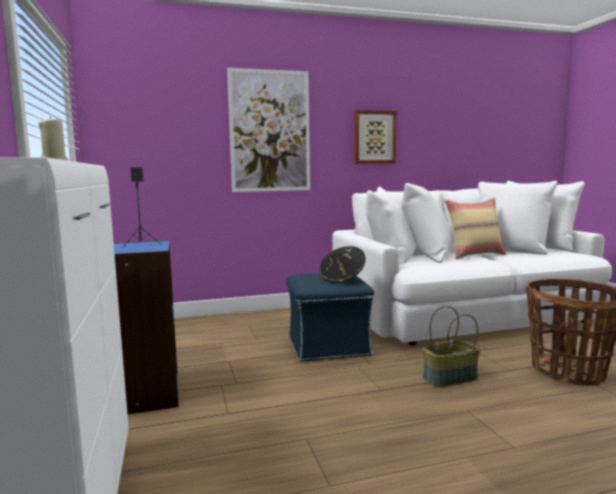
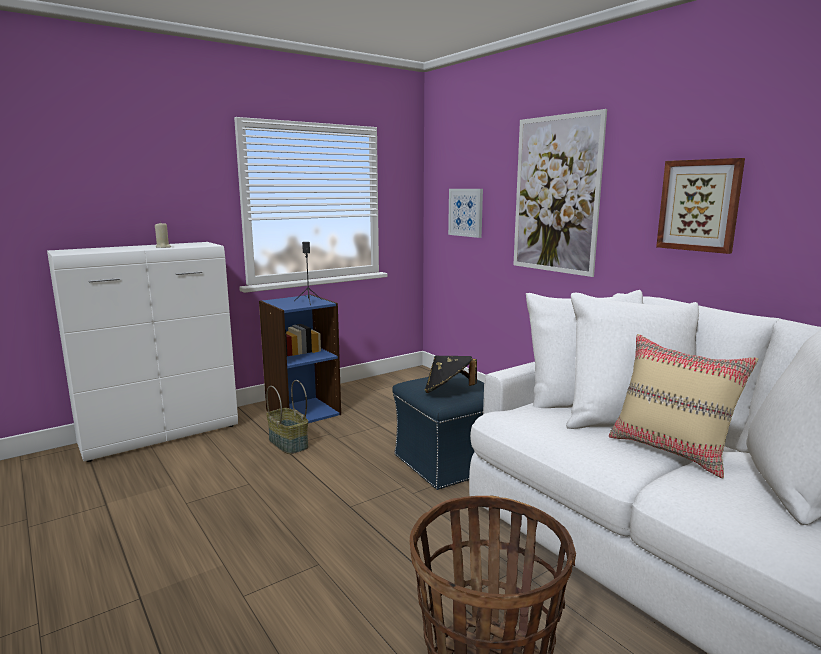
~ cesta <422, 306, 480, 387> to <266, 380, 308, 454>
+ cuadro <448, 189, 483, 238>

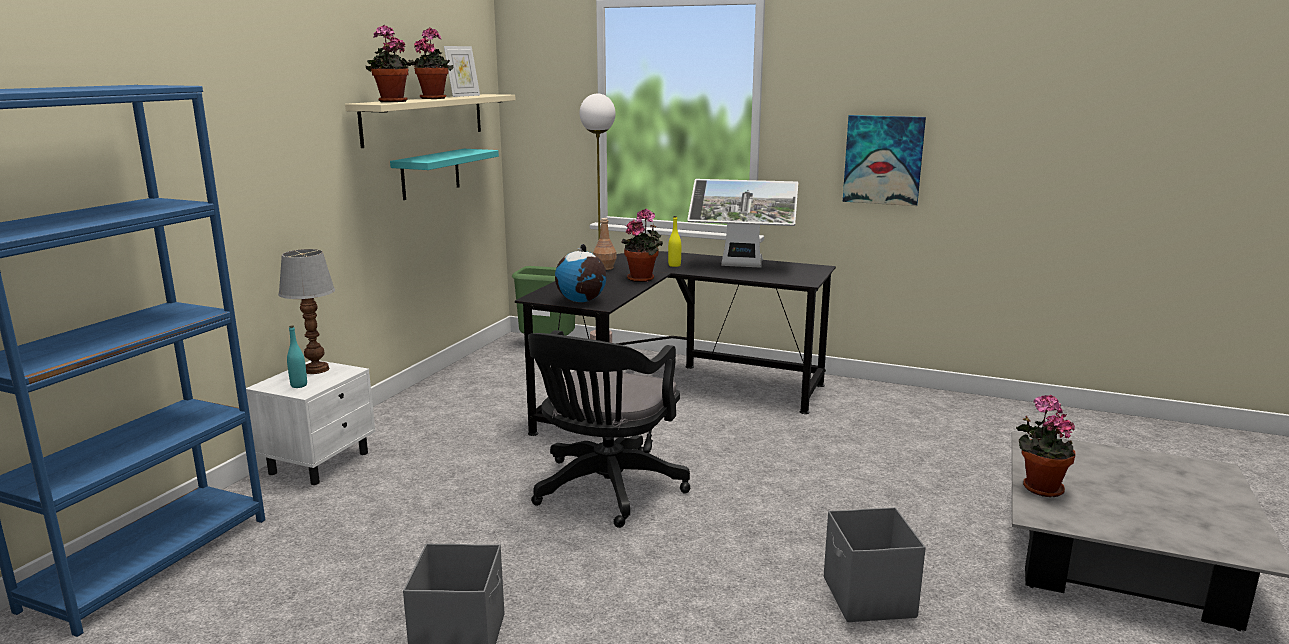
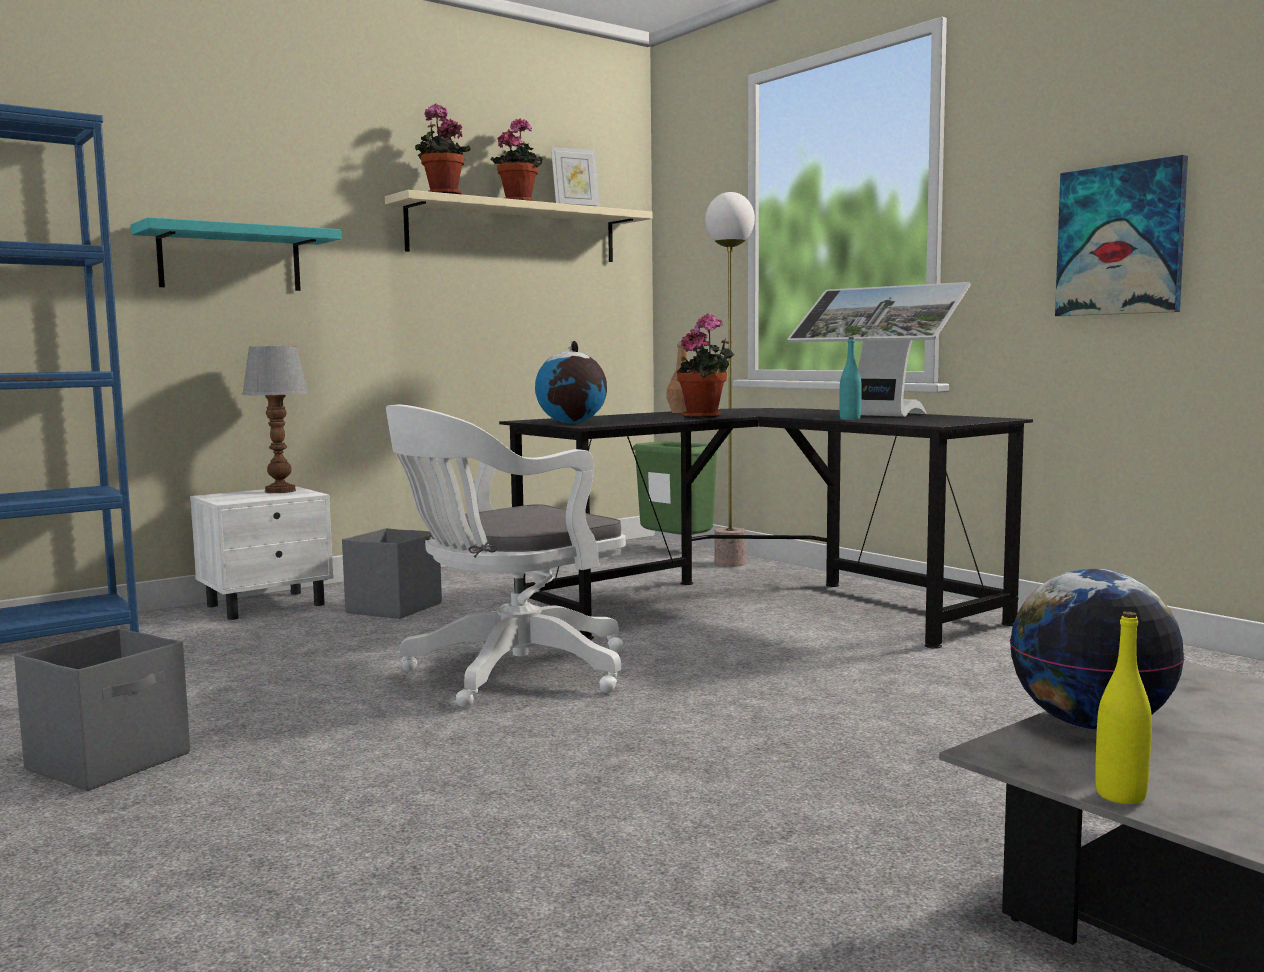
~ estante [turquesa] <390, 149, 499, 200> to <131, 217, 341, 291>
~ caja de almacenaje [gris] <824, 507, 926, 622> to <342, 528, 442, 619>
~ silla de oficina [negro] <528, 330, 691, 528> to silla de oficina [blanco] <386, 405, 626, 708>
~ botella [turquesa] <287, 325, 307, 388> to <840, 337, 862, 420>
~ planta en maceta <1016, 395, 1076, 497> to globo terráqueo <1010, 569, 1185, 729>
~ botella [amarillo] <668, 216, 681, 267> to <1095, 612, 1152, 804>

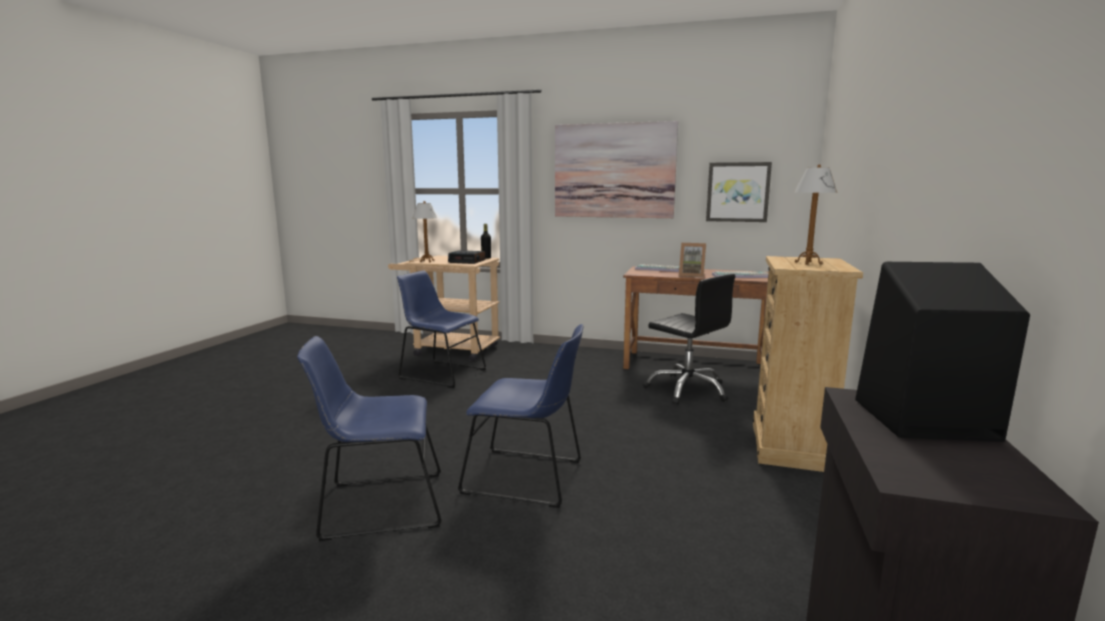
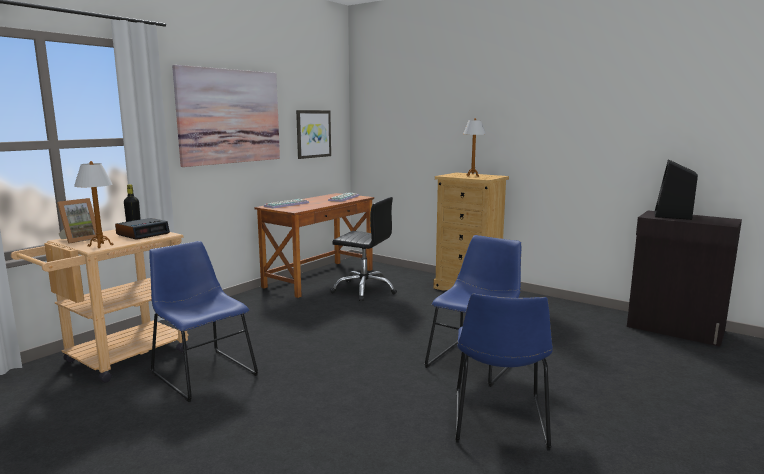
~ portarretratos <679, 243, 706, 278> to <57, 198, 96, 244>
~ silla [azul] <397, 270, 486, 388> = <149, 241, 258, 402> 90 degrees clockwise
~ silla de oficina [negro] <643, 274, 735, 404> = <330, 197, 397, 301> 45 degrees clockwise

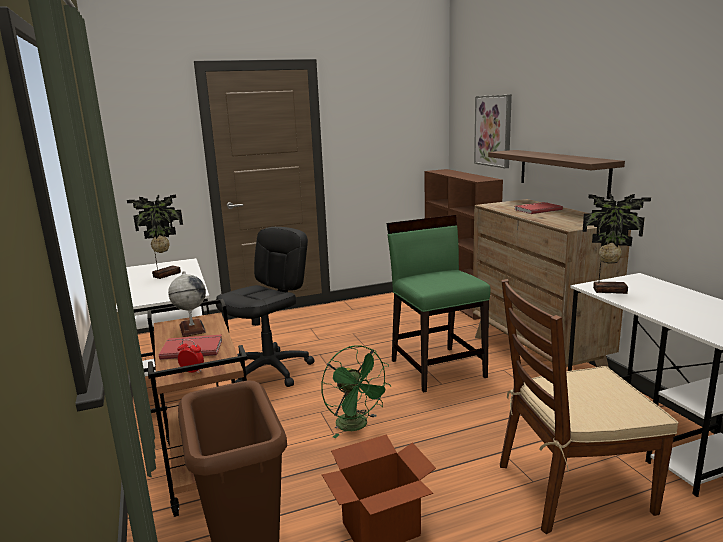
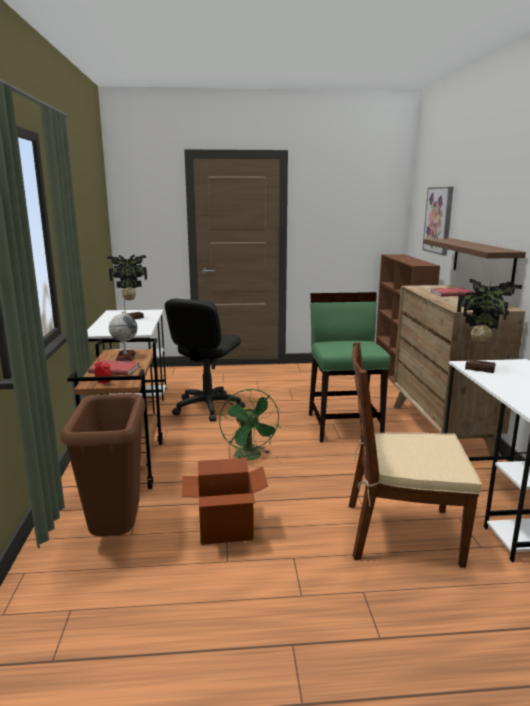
~ silla de oficina [negro] <216, 227, 315, 387> = <165, 299, 245, 422> 150 degrees clockwise

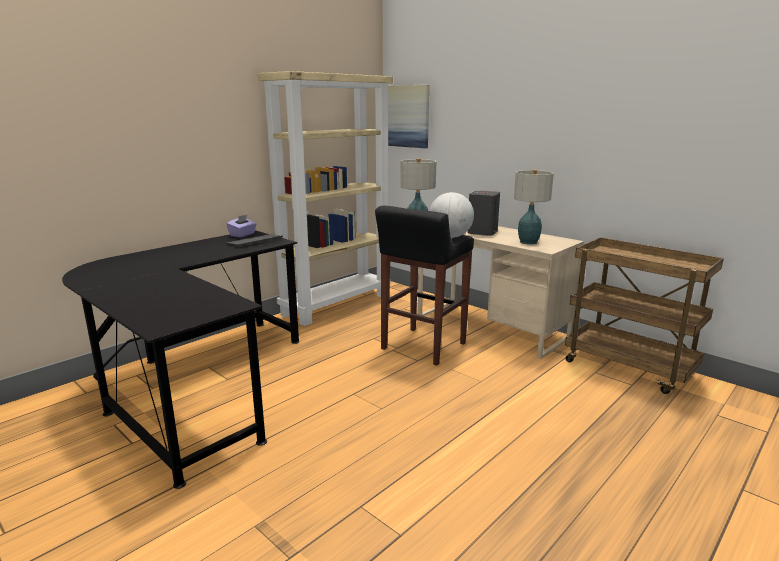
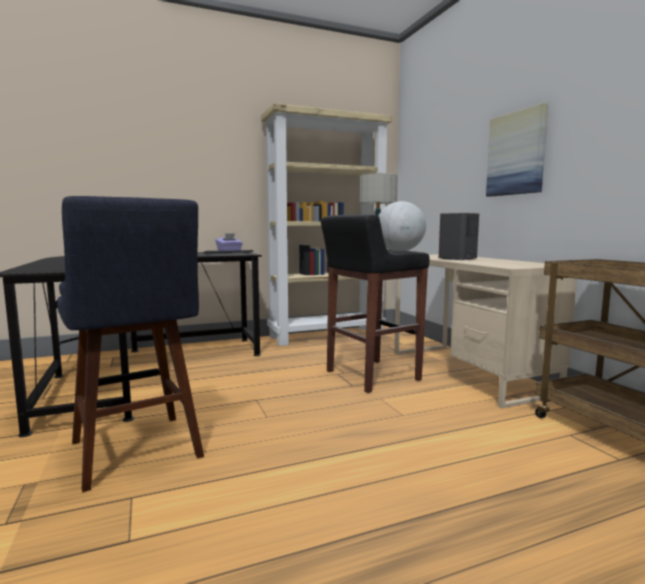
+ taburete [azul] <57, 196, 204, 492>
~ cuadro <388, 85, 429, 148> to <486, 103, 548, 197>
- lámpara de mesa <514, 169, 554, 245>

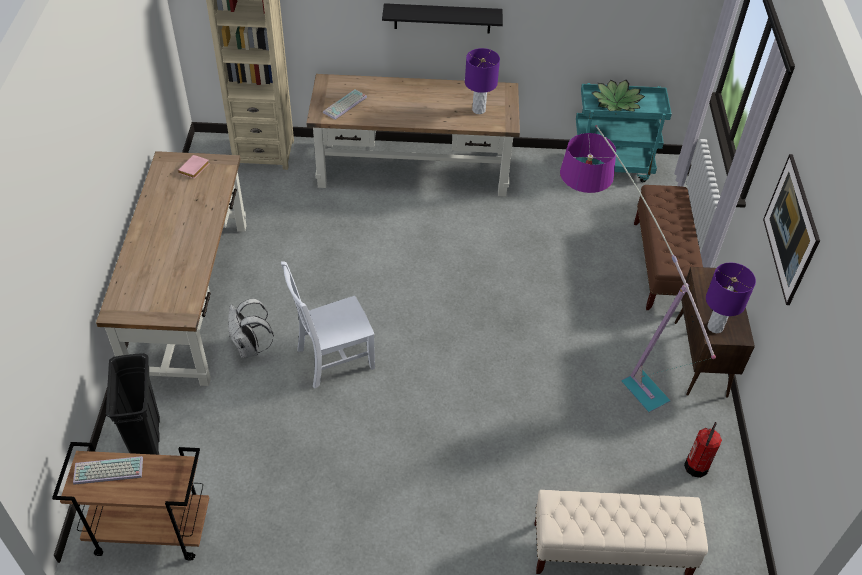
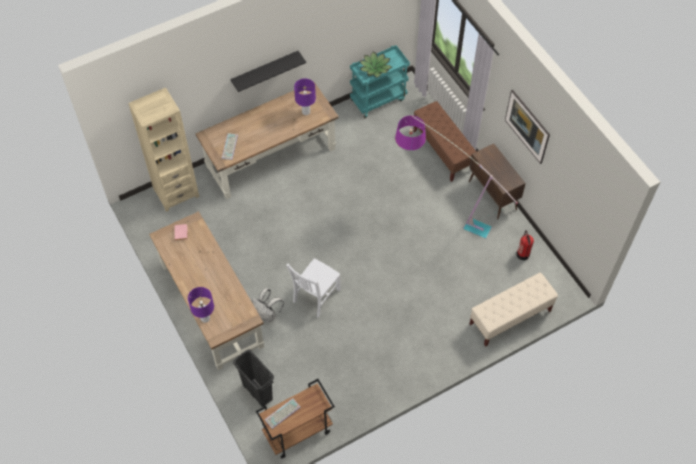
~ lámpara de mesa [morado] <706, 263, 756, 333> to <188, 287, 214, 323>

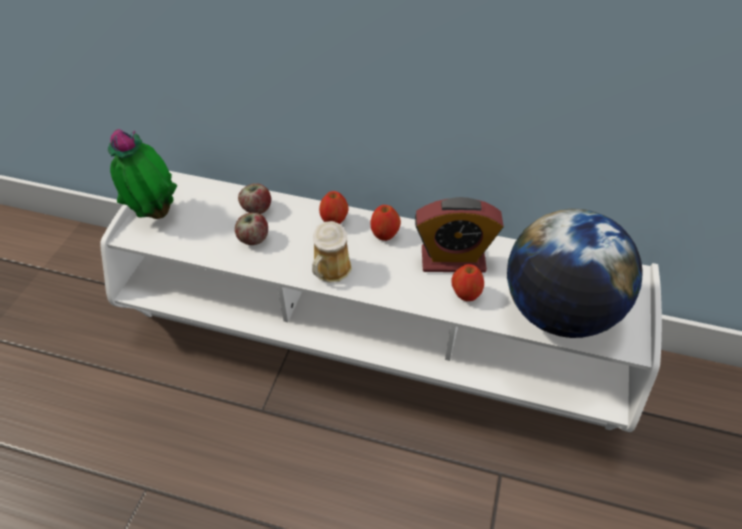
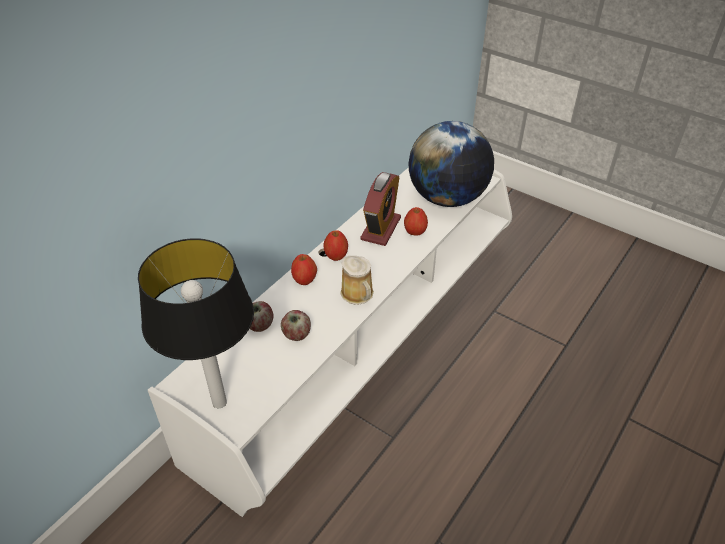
~ planta en maceta <108, 129, 177, 219> to lámpara de mesa <138, 238, 254, 408>

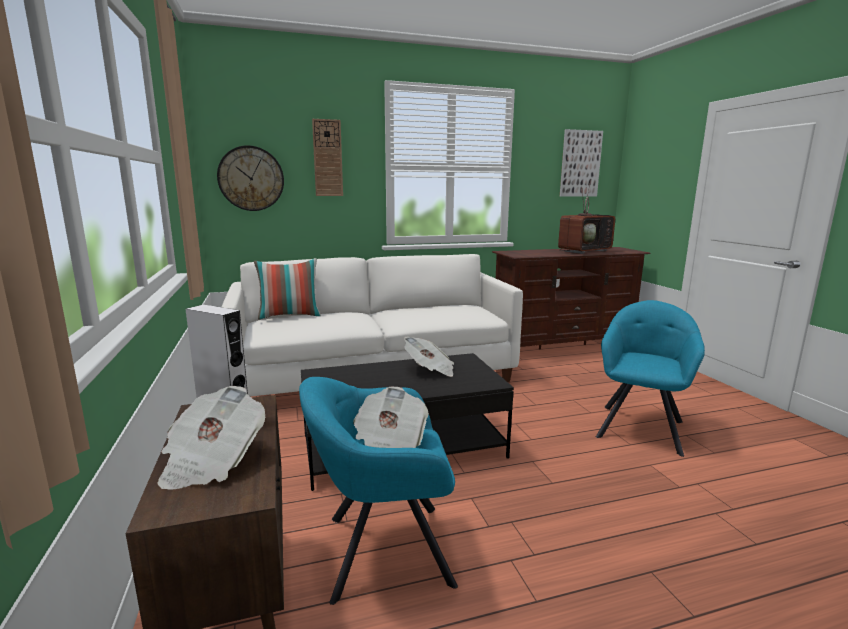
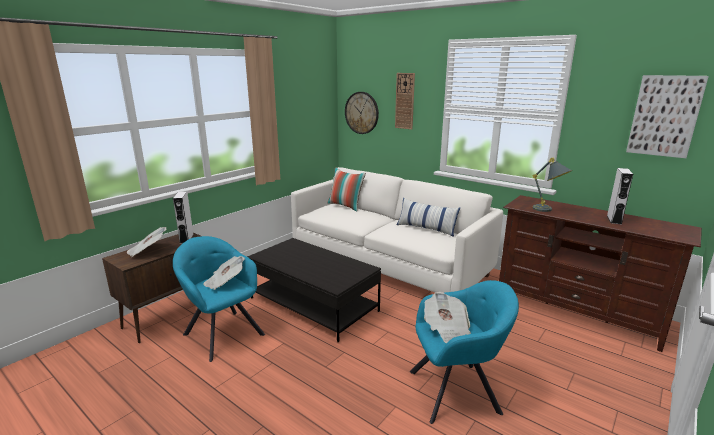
+ cojín <397, 198, 460, 237>
~ periódico <404, 337, 454, 377> to <424, 292, 471, 343>
+ lámpara de mesa [gris] <533, 157, 573, 212>
~ televisor <558, 184, 615, 254> to altavoz [blanco] <607, 168, 633, 225>

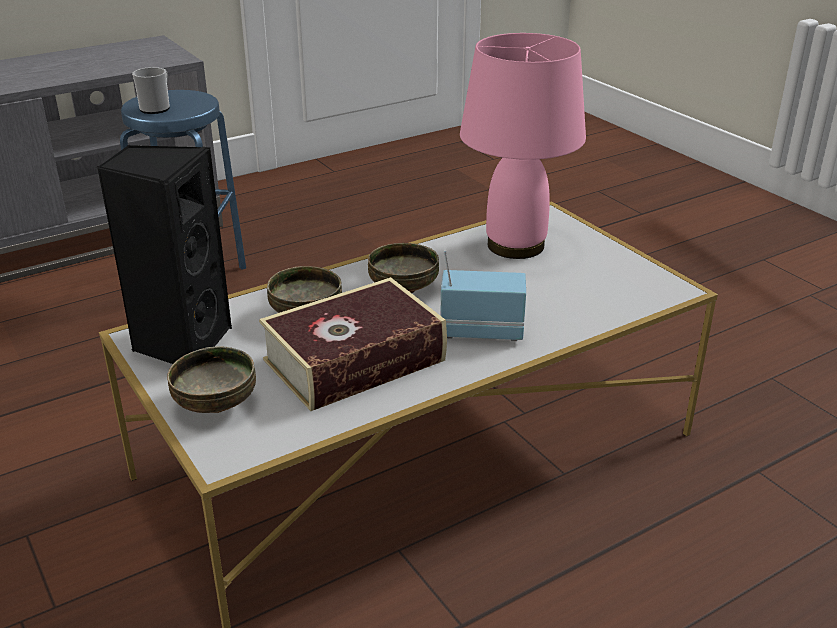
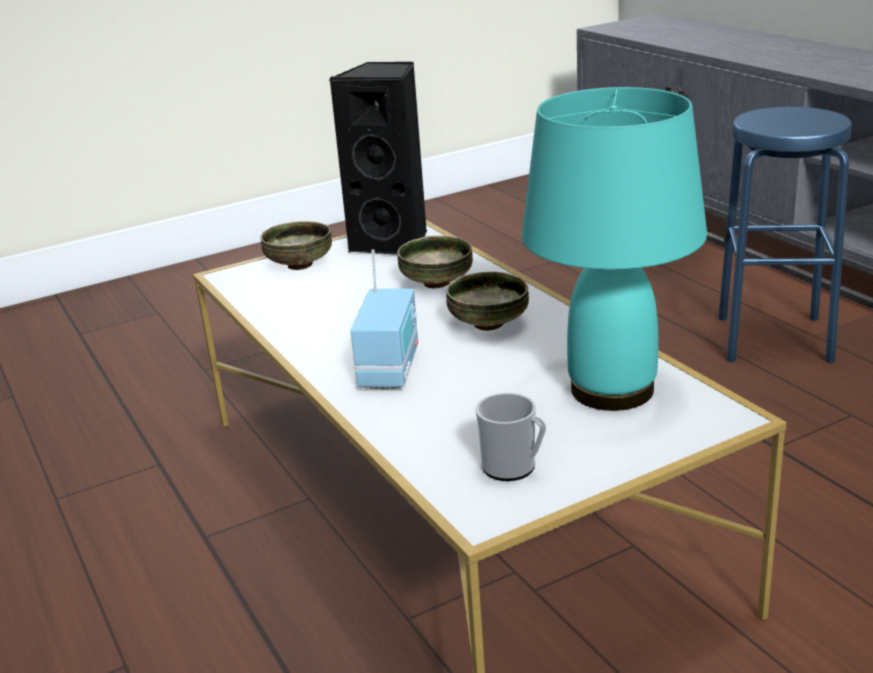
~ taza grande <132, 67, 170, 114> to <475, 393, 546, 481>
~ lámpara de mesa [rosa] <460, 33, 586, 259> to lámpara de mesa [turquesa] <521, 87, 707, 411>
- libro <259, 277, 447, 411>

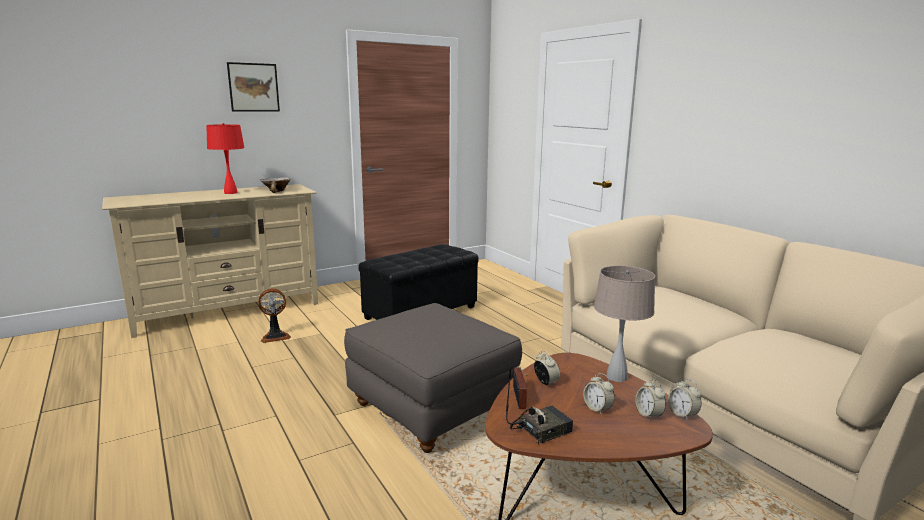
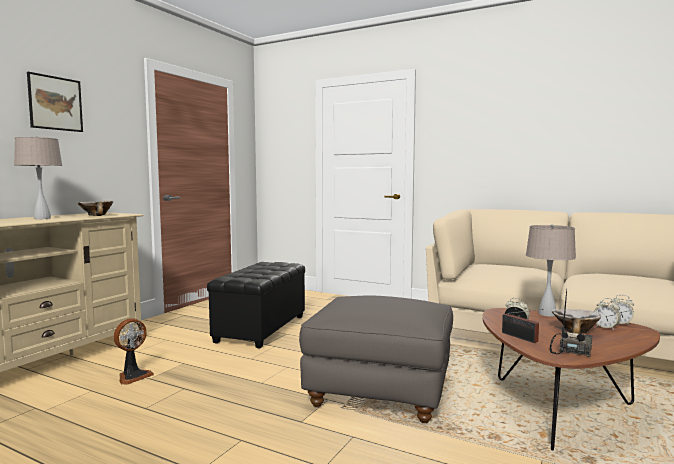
~ lámpara de mesa [rojo] <206, 123, 245, 194> to lámpara de mesa [beis] <14, 136, 62, 219>
~ despertador <583, 373, 615, 415> to cuenco <552, 309, 601, 334>

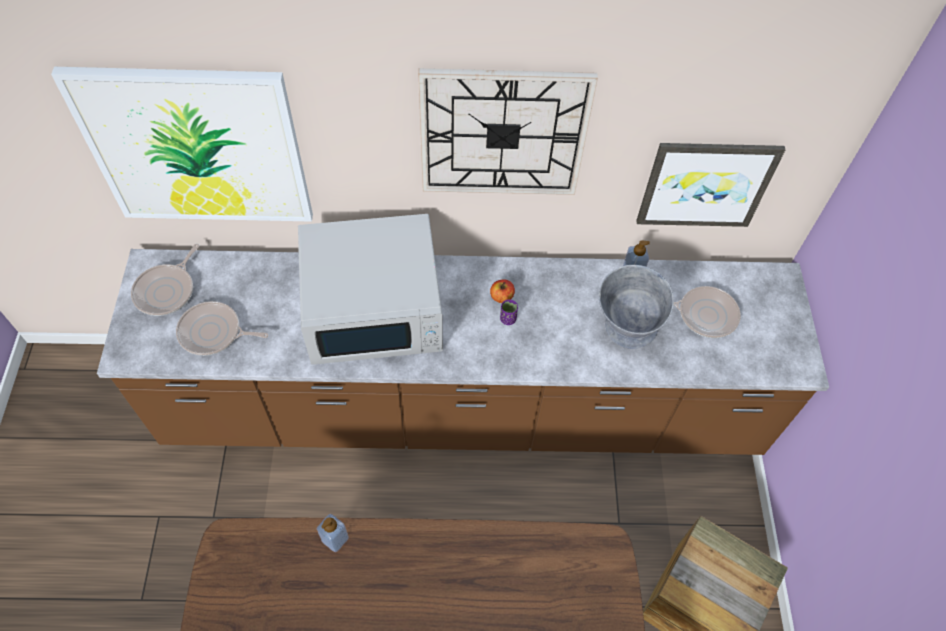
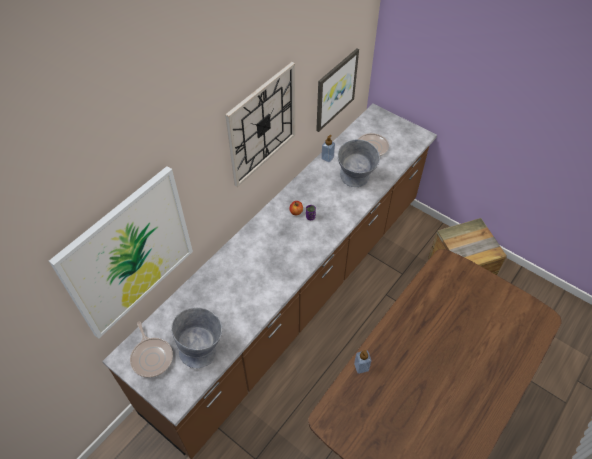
~ sartén <176, 301, 268, 356> to cuenco [gris] <171, 307, 222, 368>
- microondas [blanco] <298, 214, 443, 365>

